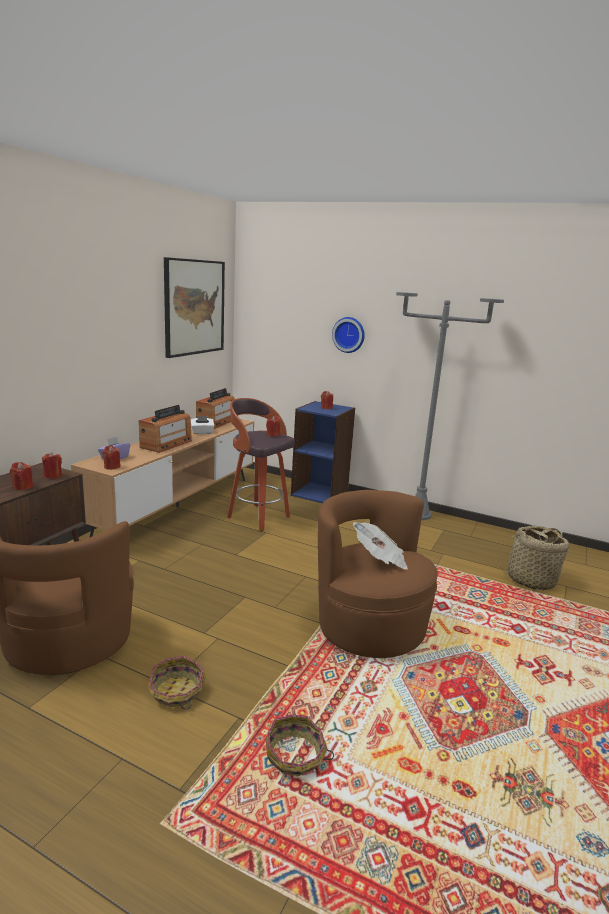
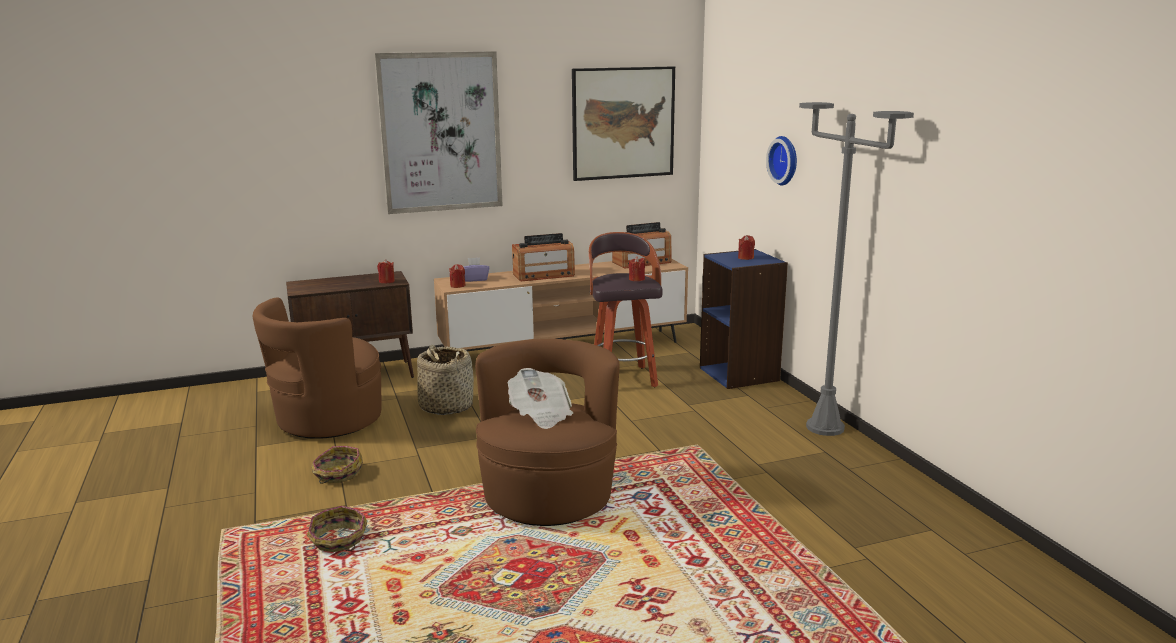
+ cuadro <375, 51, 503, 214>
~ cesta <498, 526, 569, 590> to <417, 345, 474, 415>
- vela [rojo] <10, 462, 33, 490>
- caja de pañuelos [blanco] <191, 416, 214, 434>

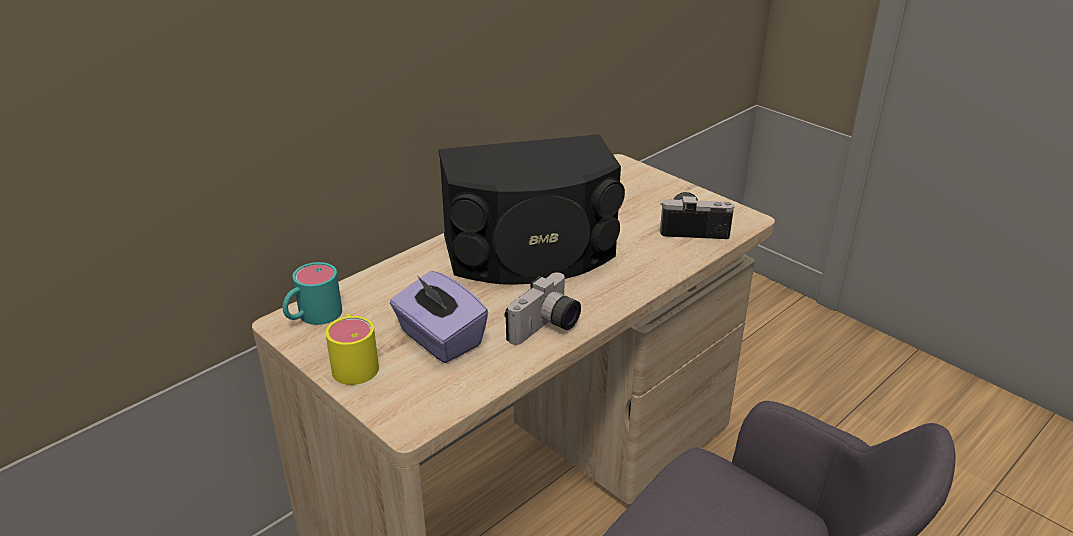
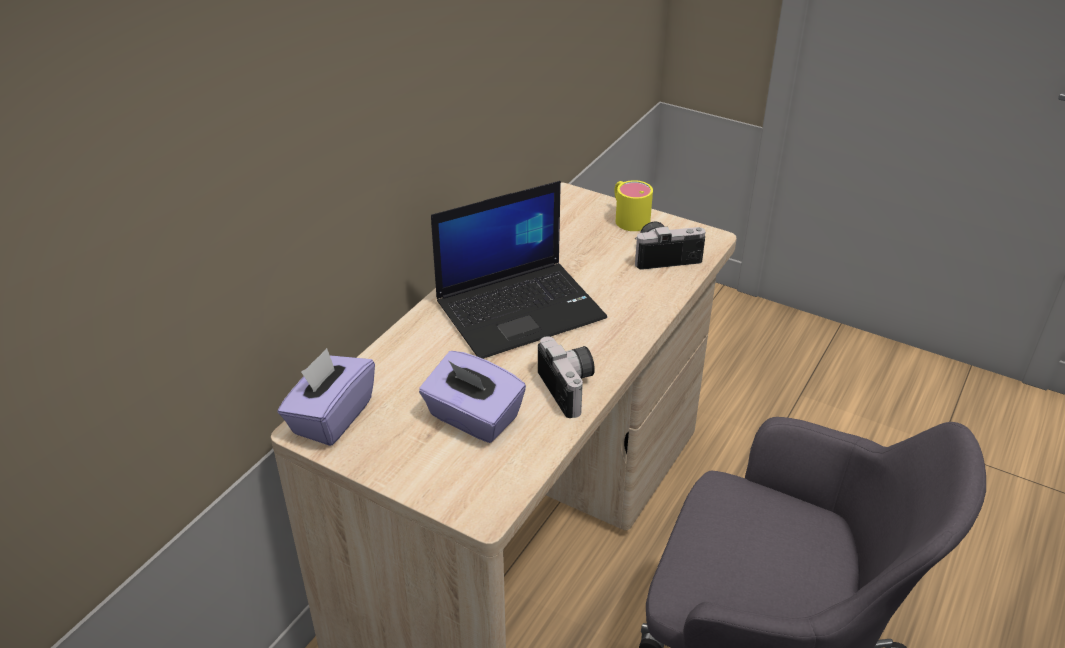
~ taza grande [turquesa] <282, 262, 342, 325> to caja de pañuelos [morado] <278, 348, 375, 446>
~ altavoz [negro] <438, 134, 625, 284> to portátil <431, 181, 607, 359>
~ cámara <504, 272, 581, 345> = <538, 336, 595, 418> 45 degrees counterclockwise
~ taza grande [amarillo] <325, 314, 379, 385> to <614, 180, 653, 231>

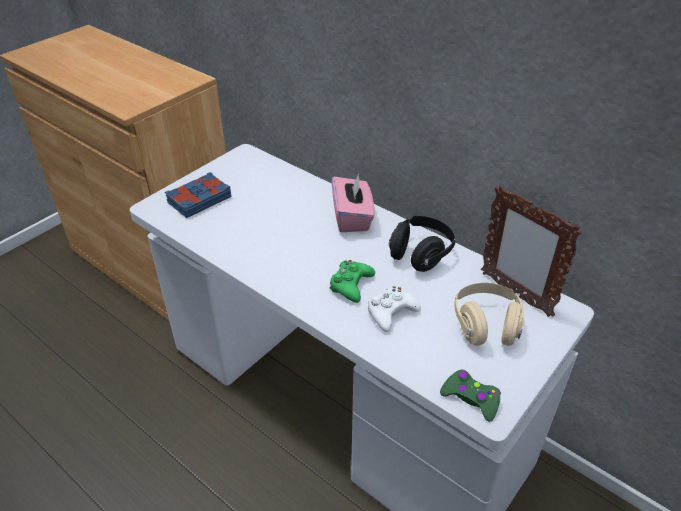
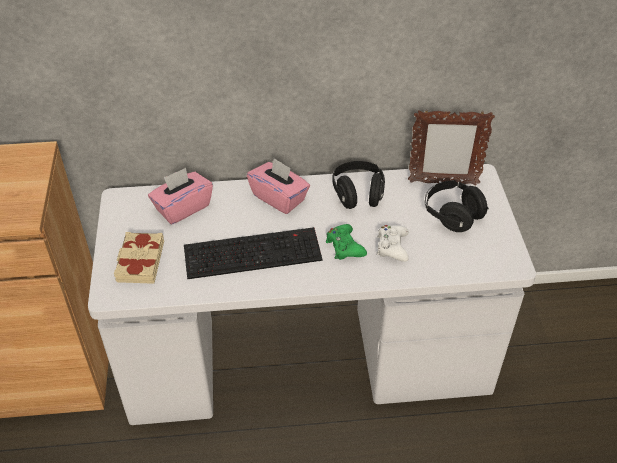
~ libro [azul] <165, 172, 231, 218> to libro [beis] <114, 232, 164, 284>
+ caja de pañuelos [rosa] <148, 168, 213, 224>
+ teclado <184, 227, 322, 279>
~ auriculares [beis] <455, 283, 524, 346> to auriculares [negro] <425, 180, 489, 232>
- mando de consola [verde] <440, 369, 501, 422>

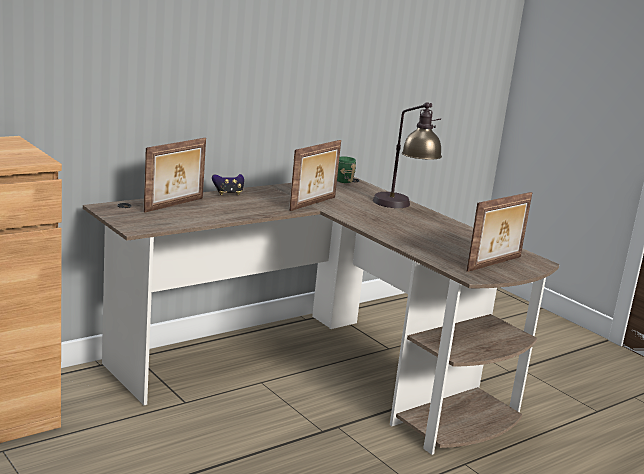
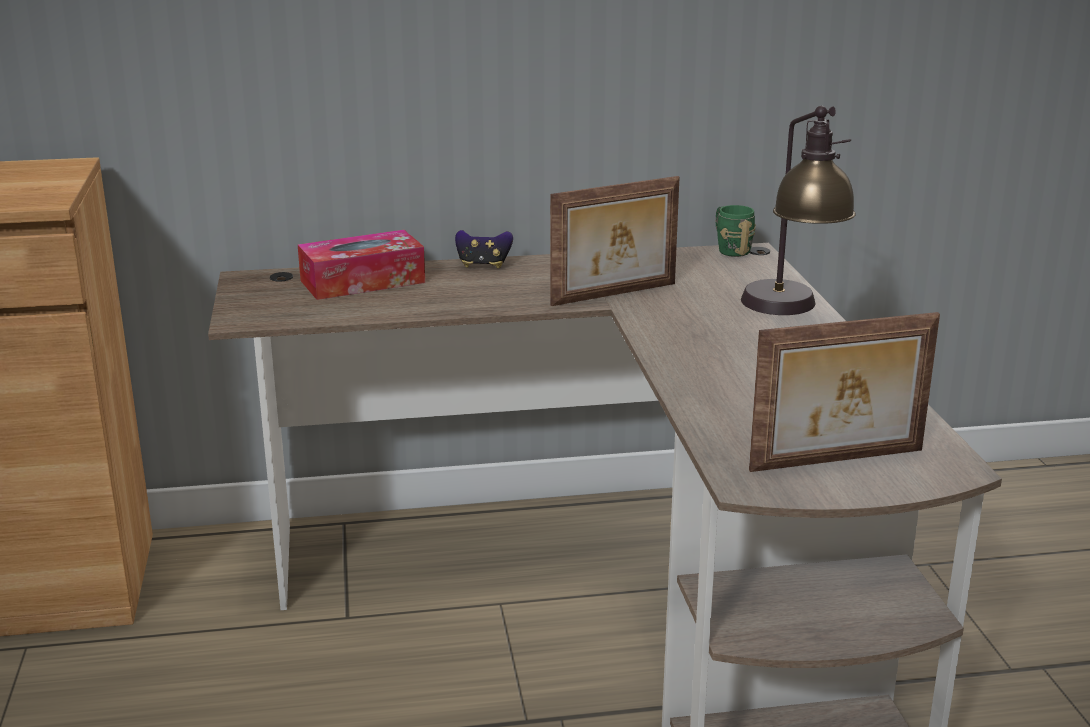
~ portarretratos <144, 138, 206, 213> to caja de pañuelos <298, 230, 425, 300>

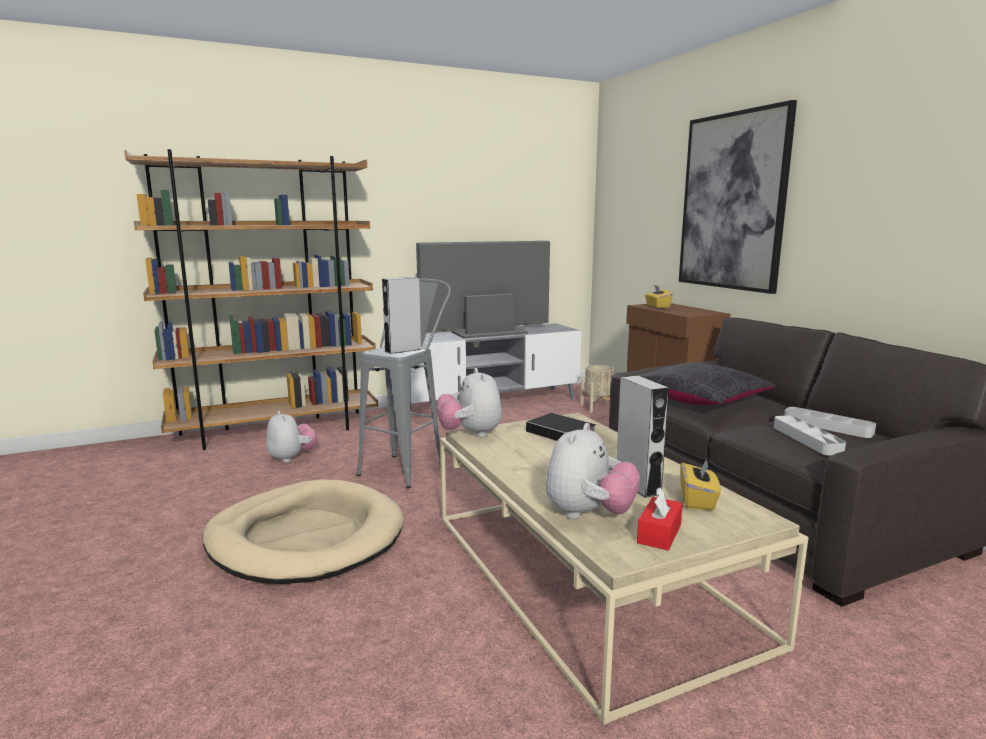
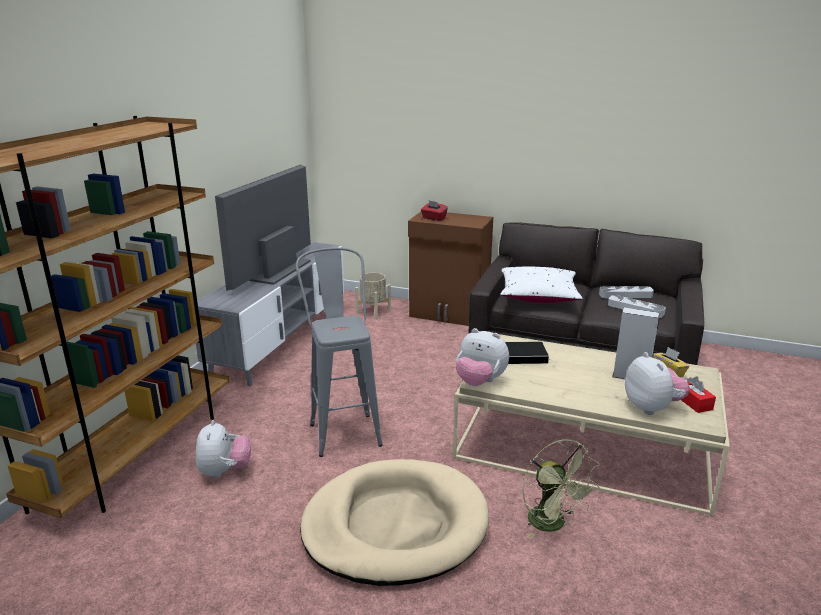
~ peluche <266, 410, 318, 463> = <196, 420, 251, 478> 75 degrees clockwise
~ caja de pañuelos [amarillo] <645, 285, 673, 308> to caja de pañuelos [rojo] <421, 201, 448, 221>
~ cojín [negro] <639, 363, 776, 405> to cojín [blanco] <500, 267, 583, 303>
+ ventilador [verde] <523, 439, 600, 539>
- altavoz [gris] <382, 277, 422, 354>
- cuadro <679, 100, 797, 294>

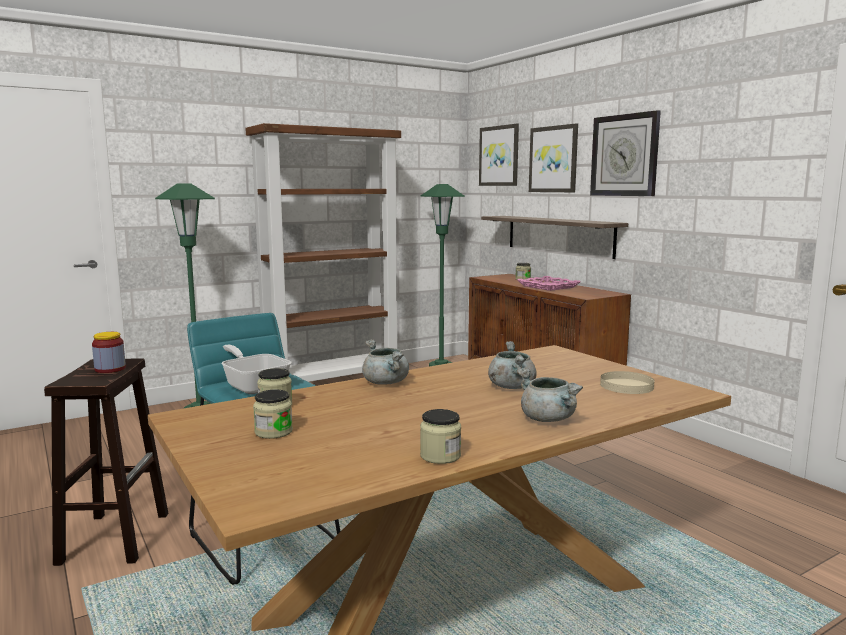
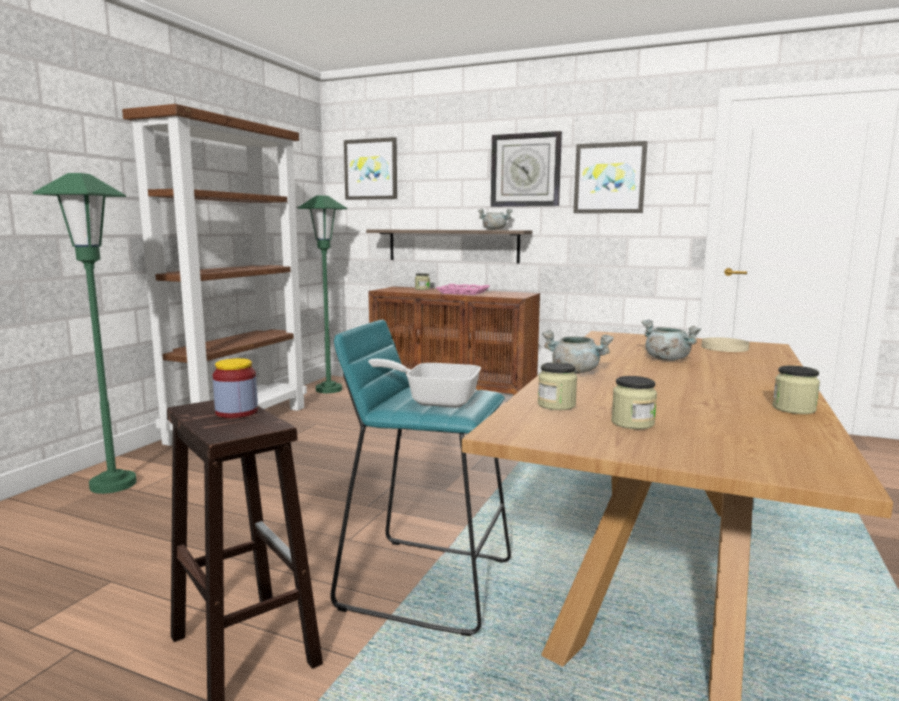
~ olla [gris] <517, 367, 583, 422> to <478, 209, 513, 230>
~ cuadro <529, 123, 578, 192> to <574, 141, 648, 213>

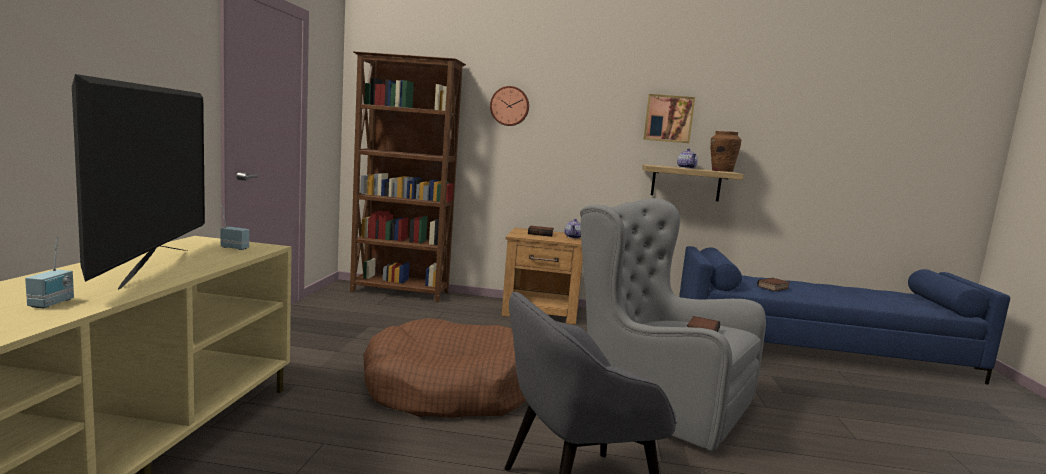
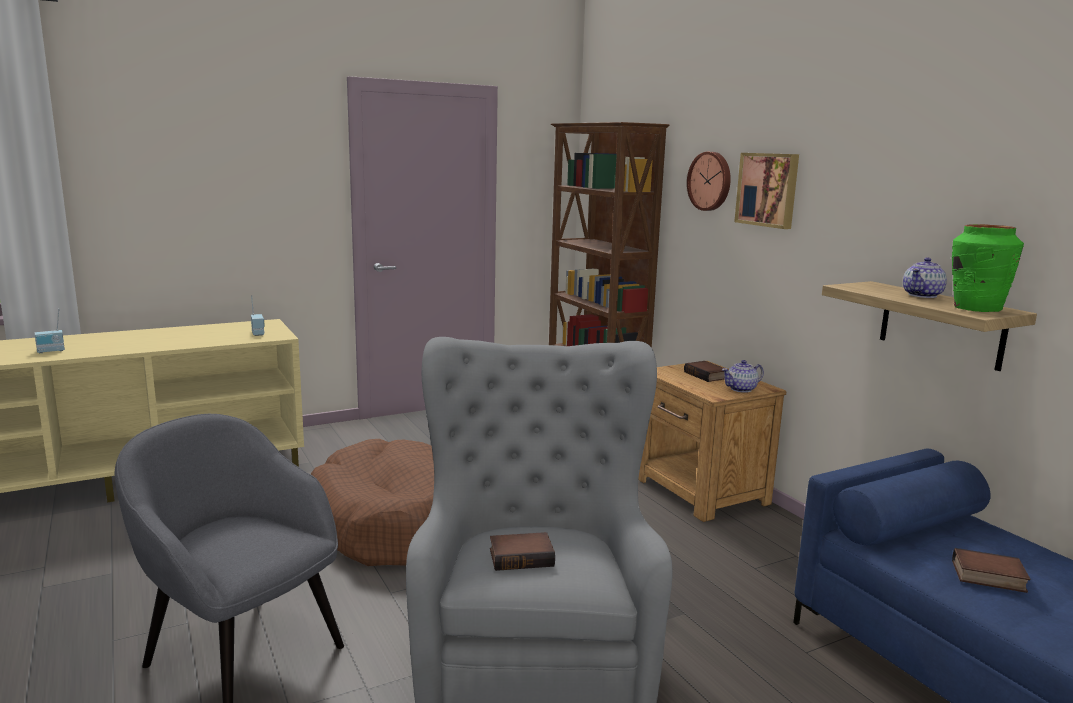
~ cuadro <643, 94, 695, 143> to <734, 153, 799, 229>
~ florero [marrón] <710, 131, 742, 172> to florero [verde] <952, 224, 1024, 312>
- televisor <72, 74, 205, 290>

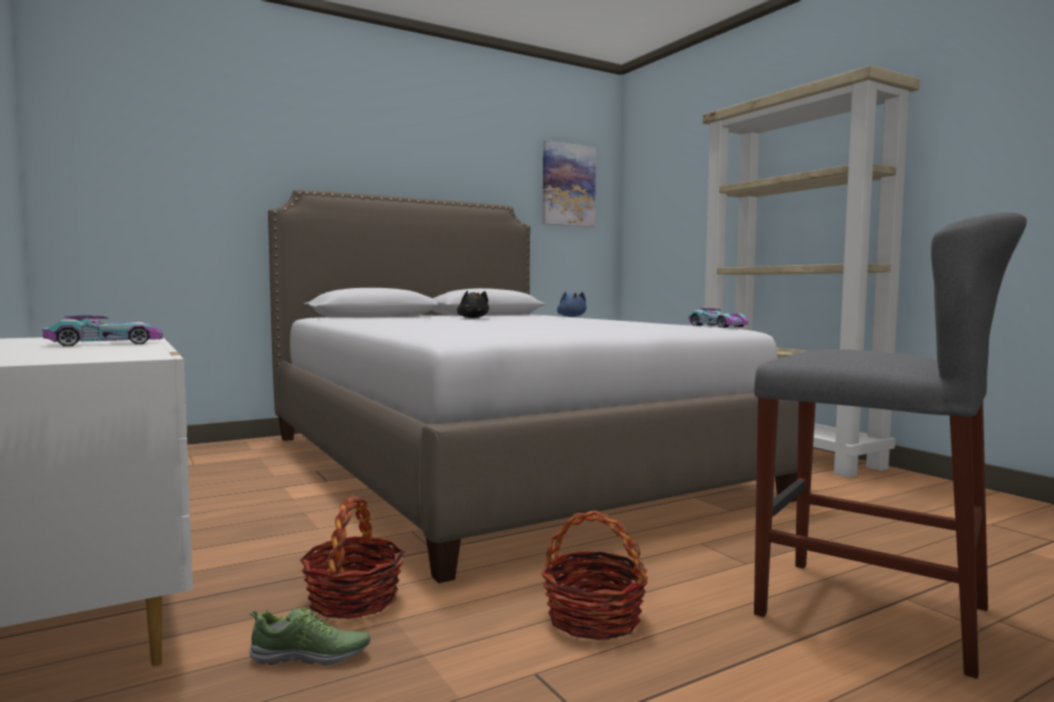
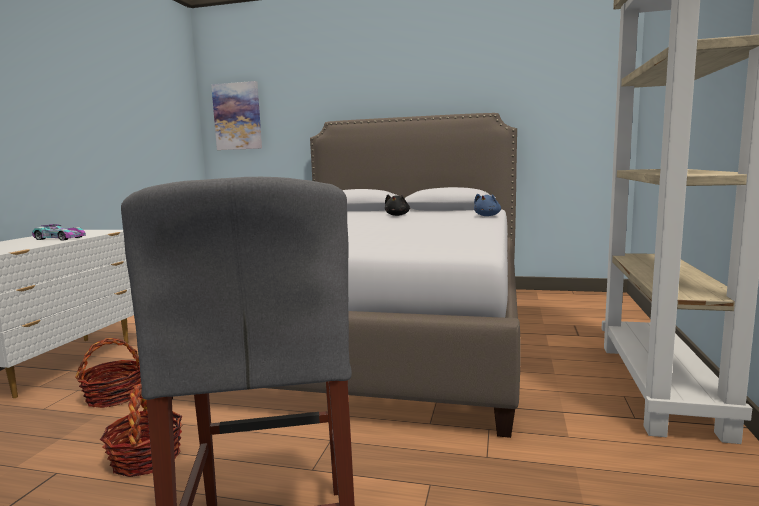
~ cuadro <543, 140, 596, 227> to <211, 81, 262, 150>
- zapato <249, 608, 371, 666>
- coche de juguete <689, 308, 749, 328>

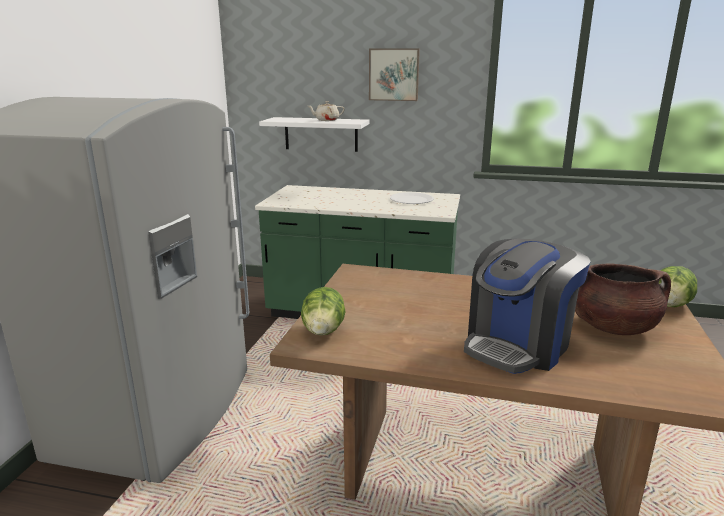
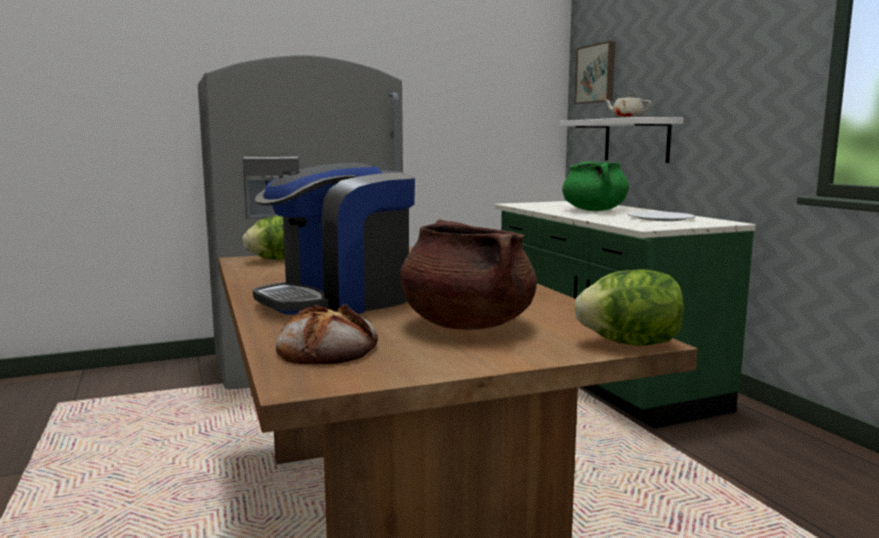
~ cafetera <464, 239, 591, 374> = <253, 163, 415, 314> 45 degrees counterclockwise
+ pan <276, 304, 378, 365>
+ olla [verde] <562, 161, 629, 211>
~ cuadro <369, 49, 420, 101> to <574, 41, 615, 104>

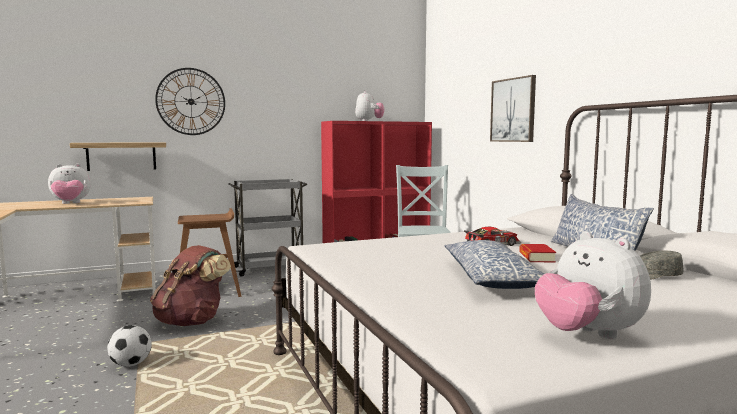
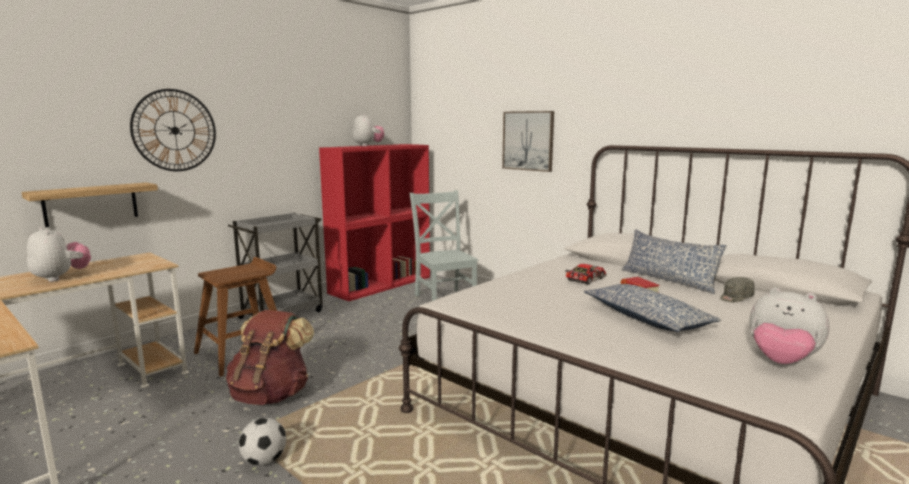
~ peluche <48, 164, 91, 204> = <27, 227, 91, 282> 90 degrees counterclockwise

